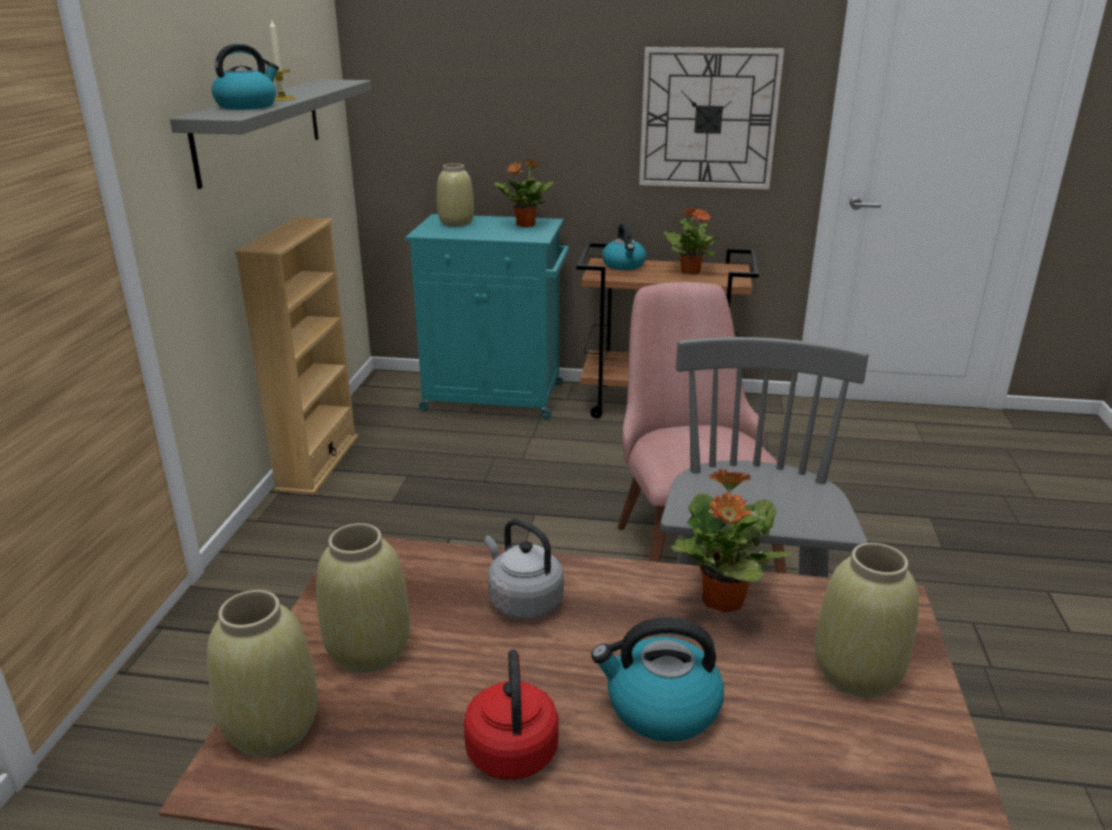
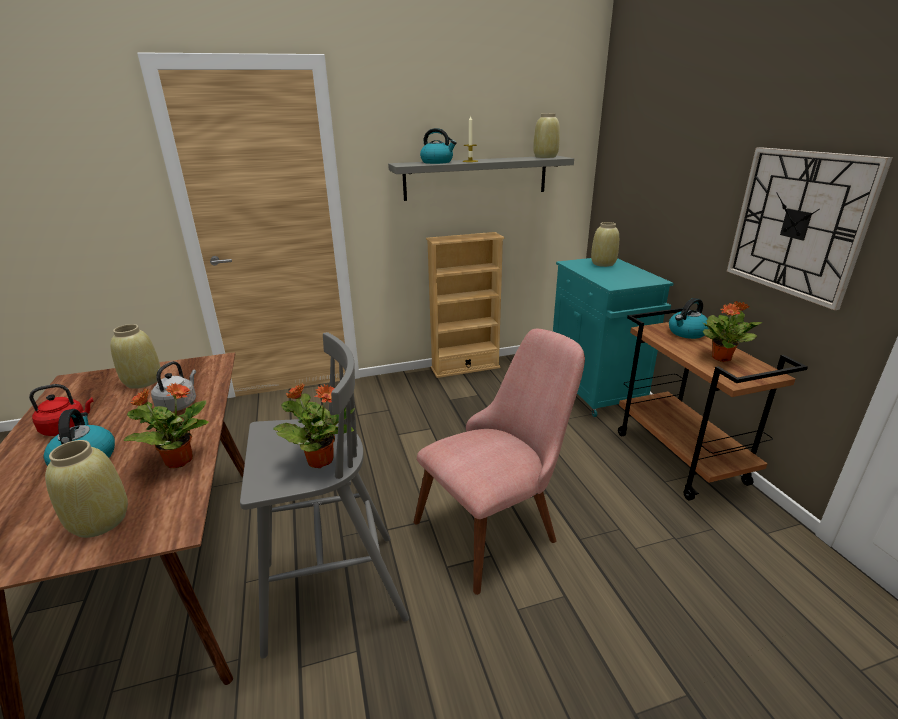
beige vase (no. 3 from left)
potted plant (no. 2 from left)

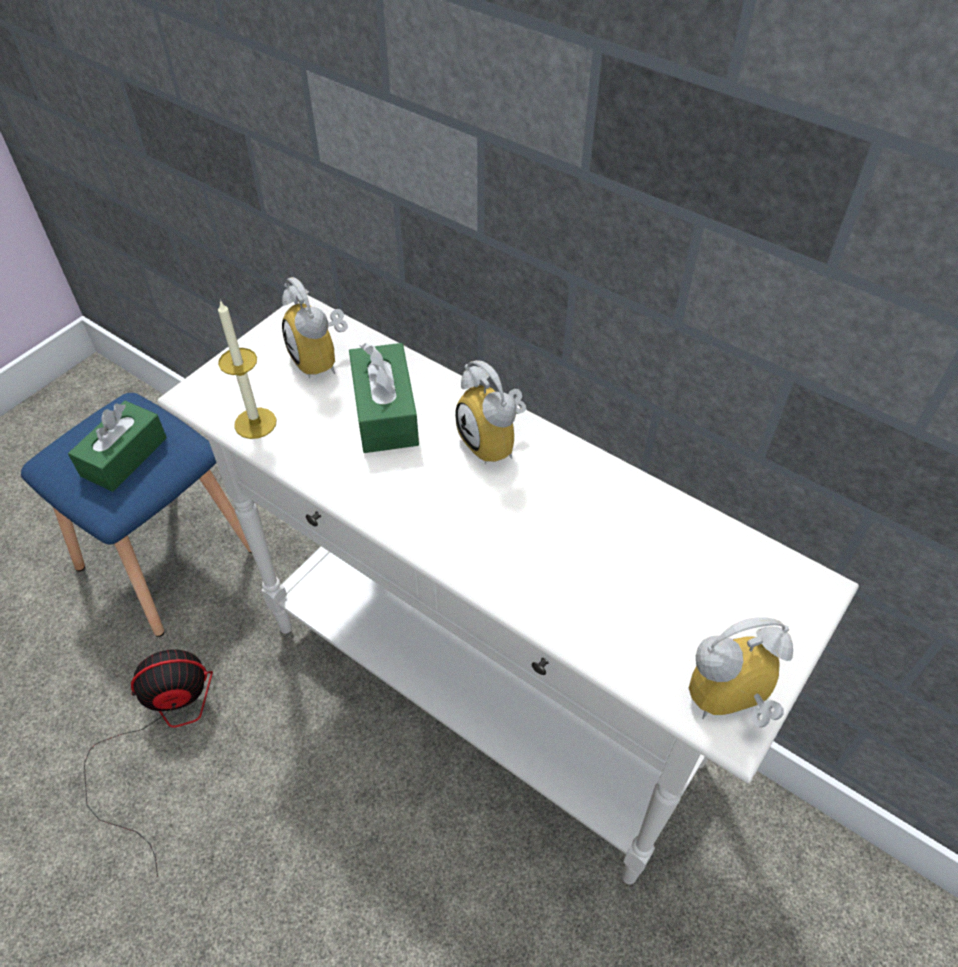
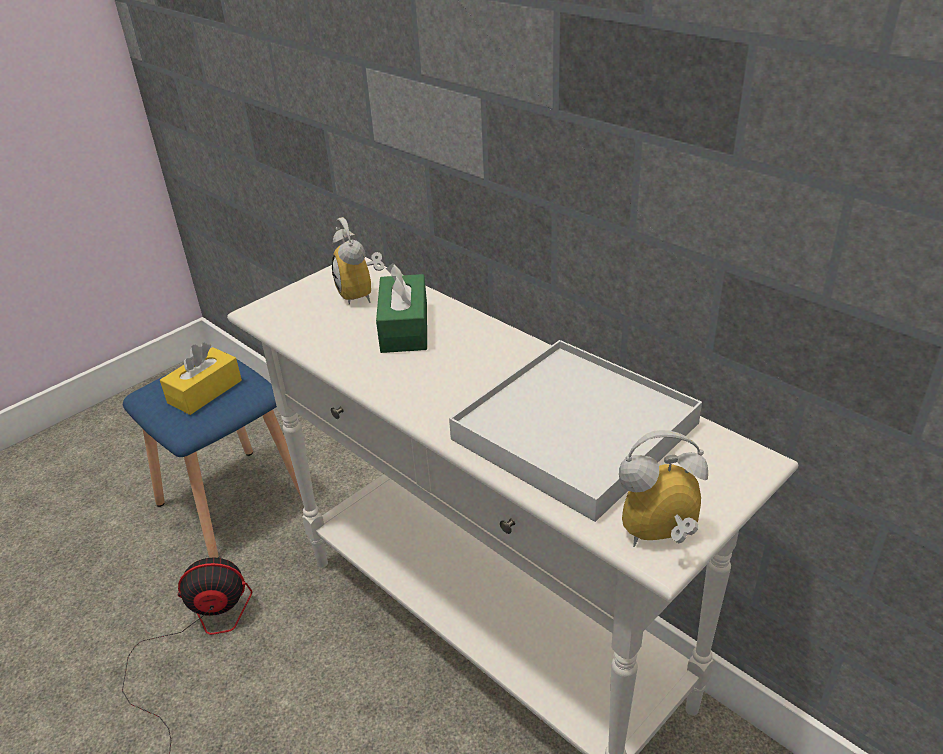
yellow tissue box
candle
alarm clock (no. 2 from left in the first image)
white tray

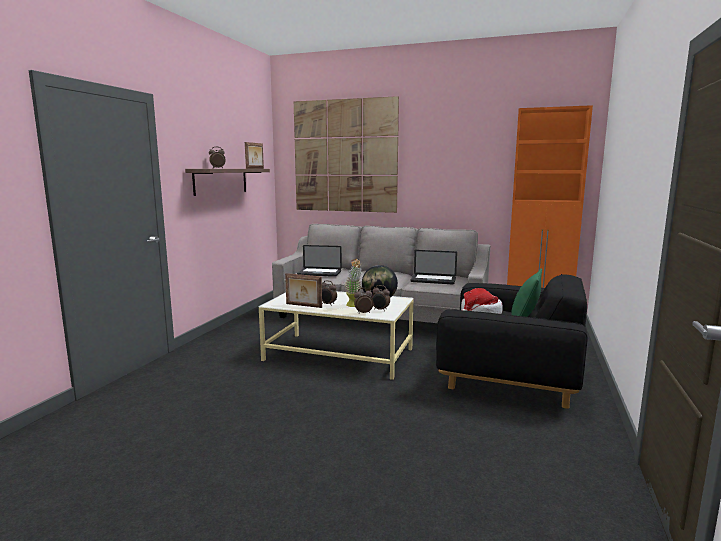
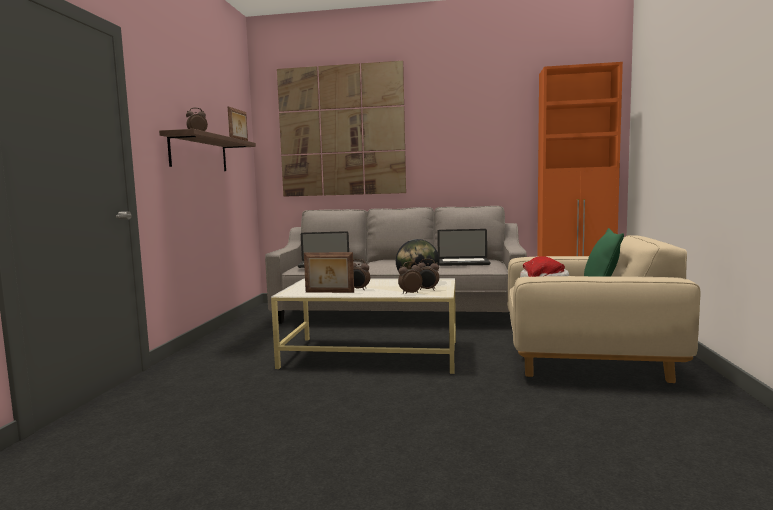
potted plant
beige armchair

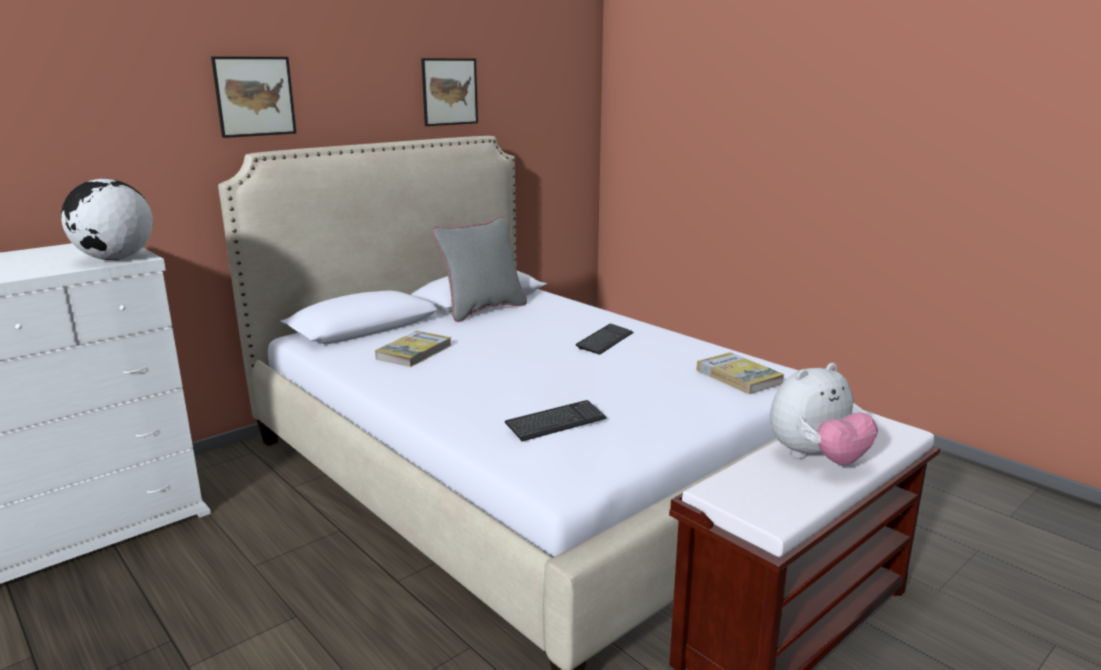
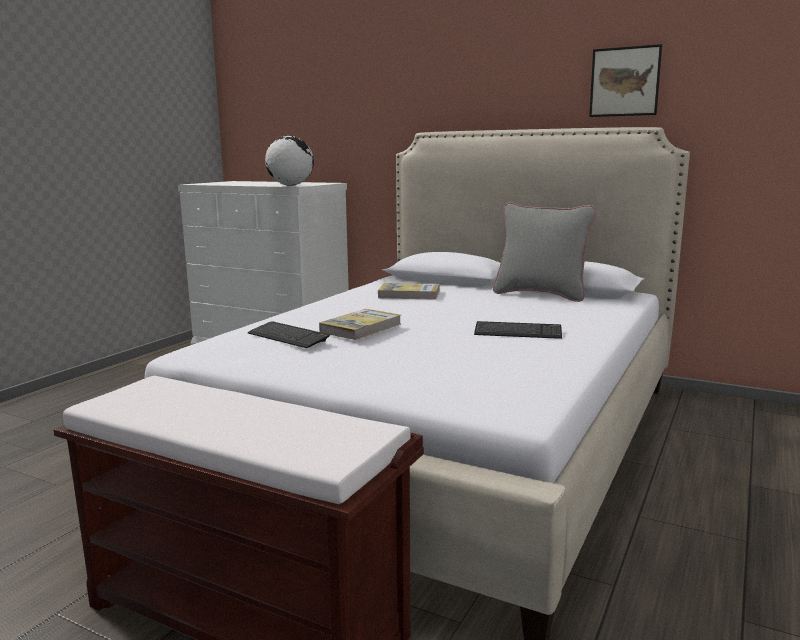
picture (no. 1 from left in the first image)
book (no. 1 from left)
plush toy

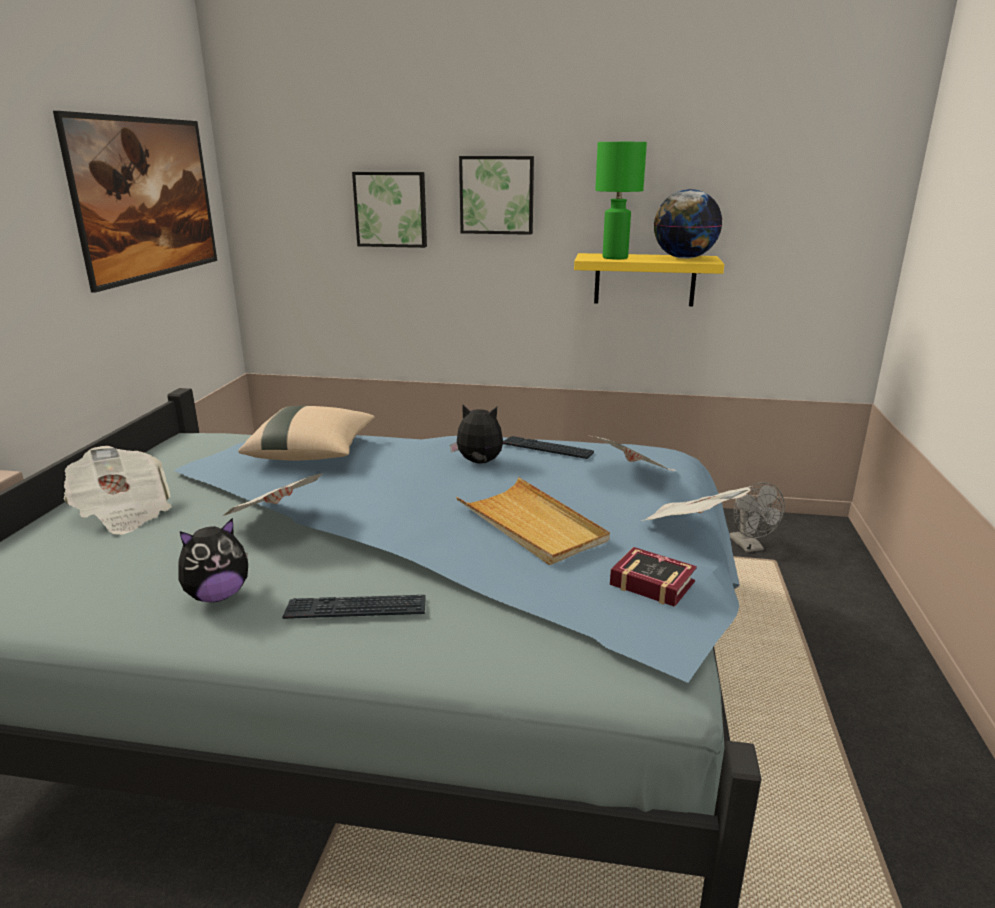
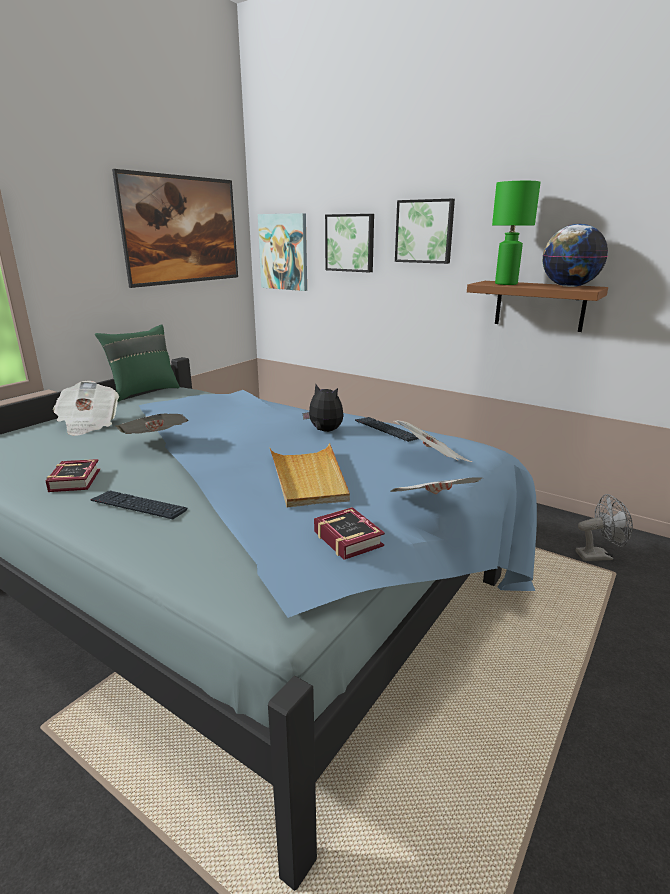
book (no. 1 from left)
beige pillow
brown shelf
grey fan
green pillow
picture (no. 2 from left)

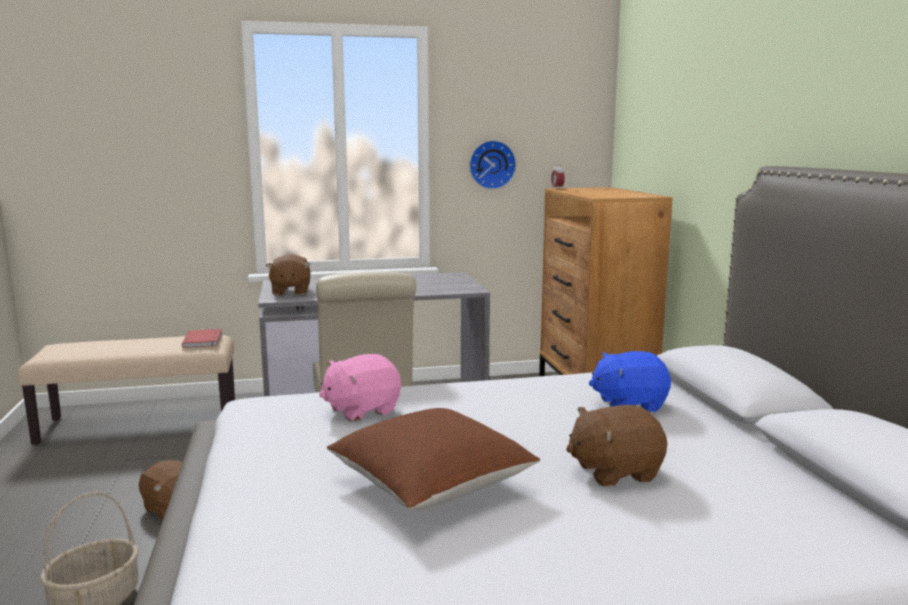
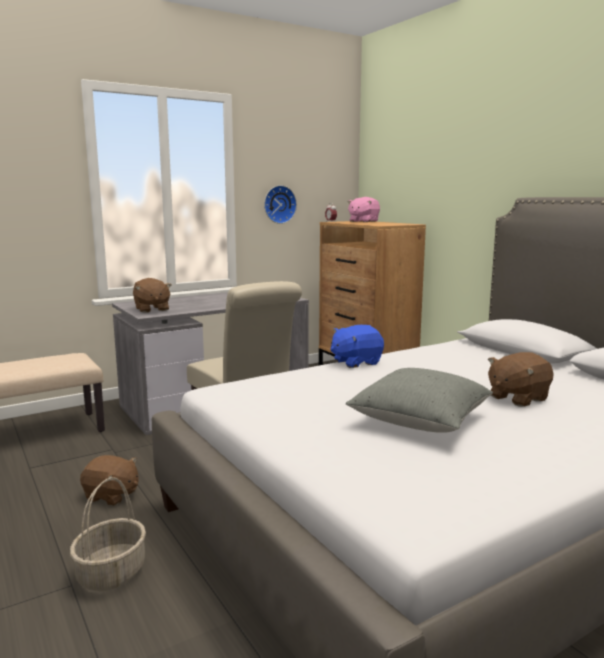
red book
pink plush toy
grey pillow
blue plush toy

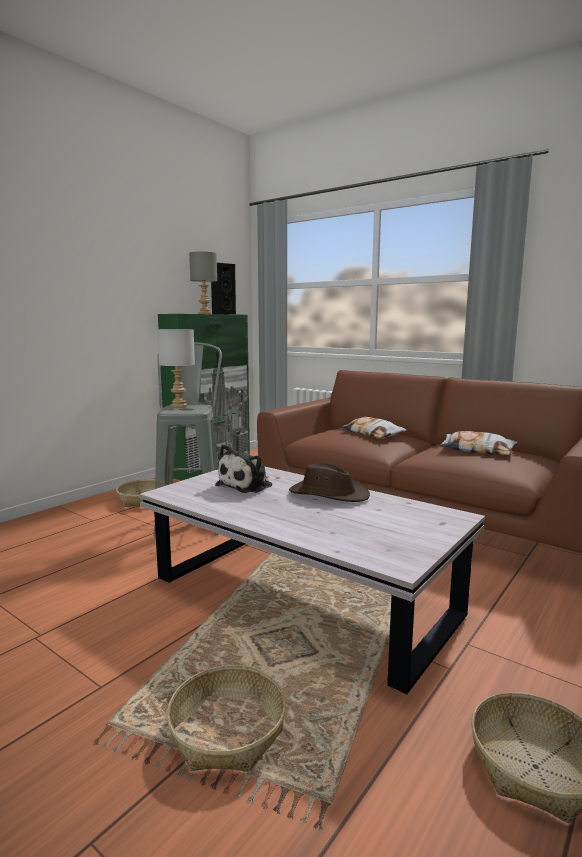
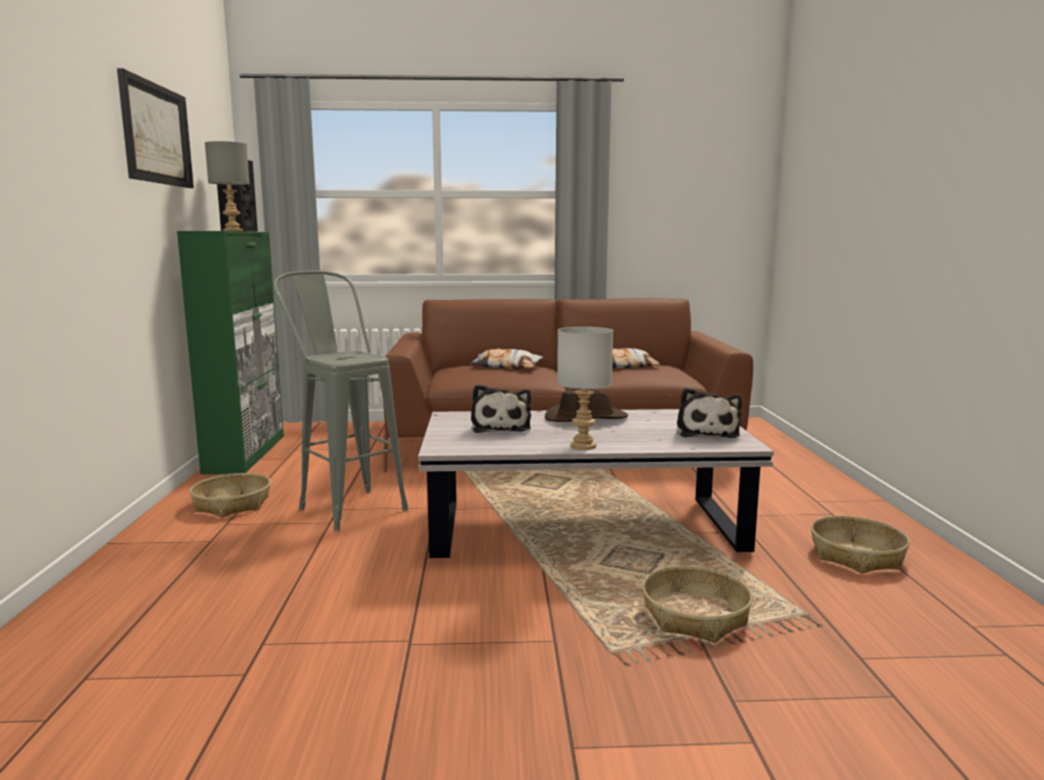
grey table lamp (no. 2 from left)
picture
plush toy (no. 2 from left)

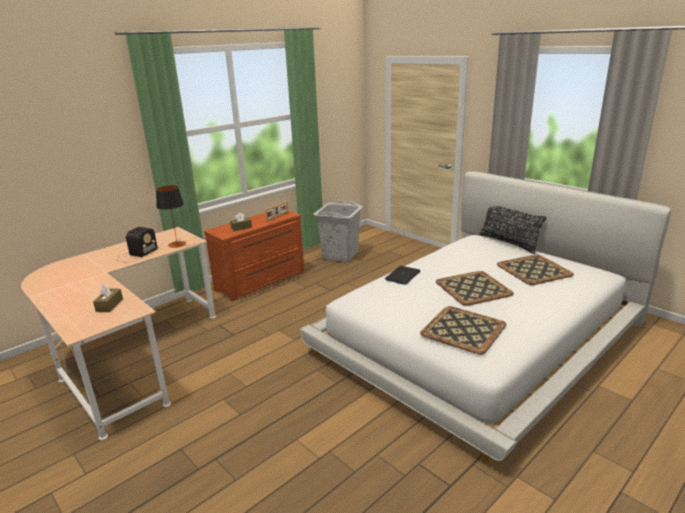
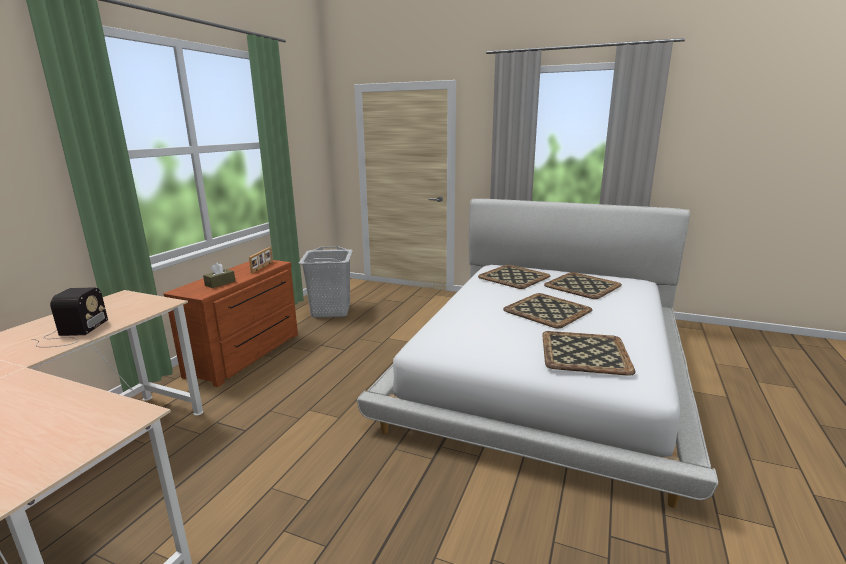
brown tissue box (no. 1 from left in the first image)
table lamp
laptop
black pillow
tray (no. 1 from left)

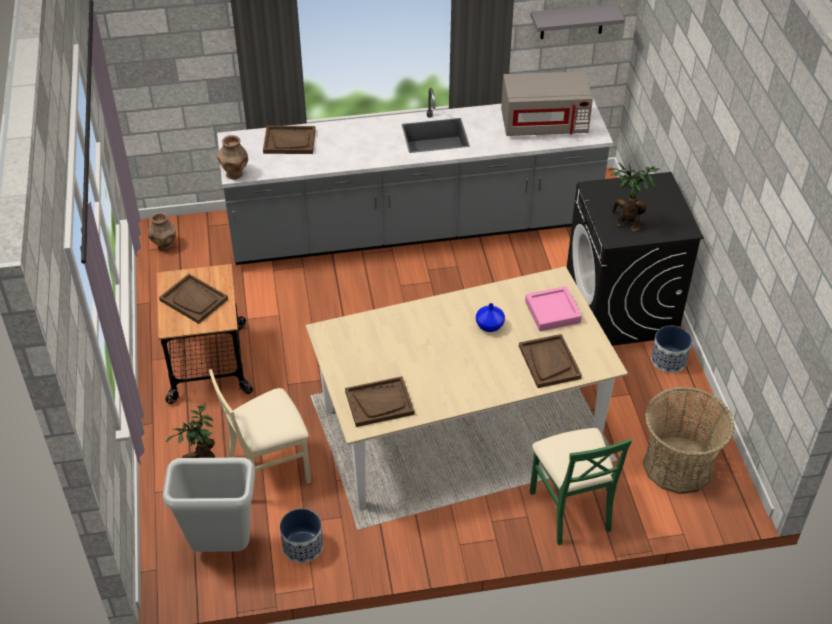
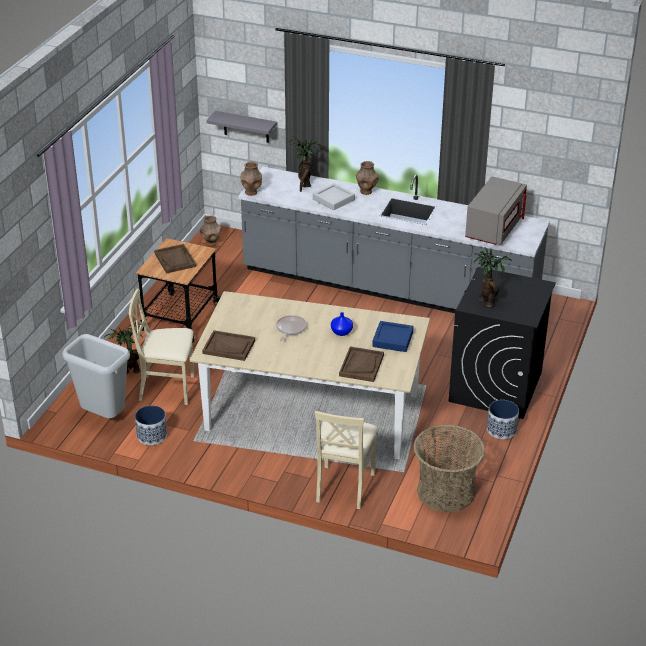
potted plant (no. 2 from left)
grey microwave
blue tray
grey shelf
beige chair (no. 2 from left)
frying pan
grey tray
brown vase (no. 3 from left)

